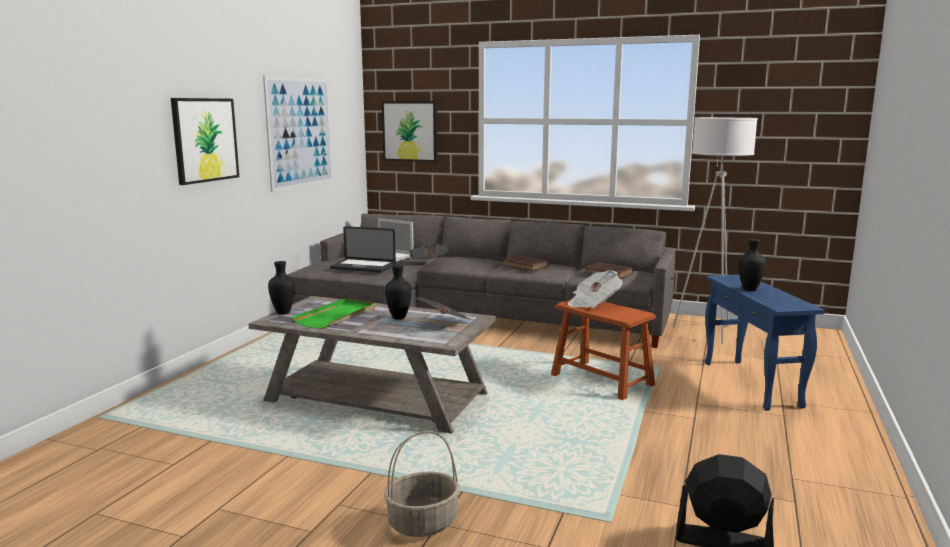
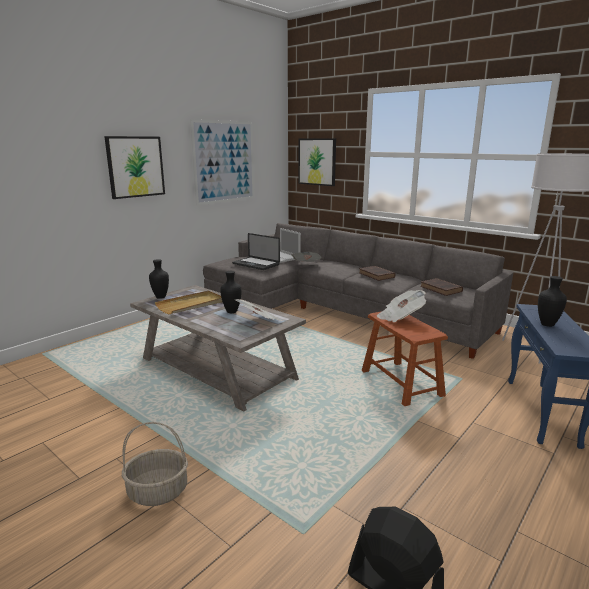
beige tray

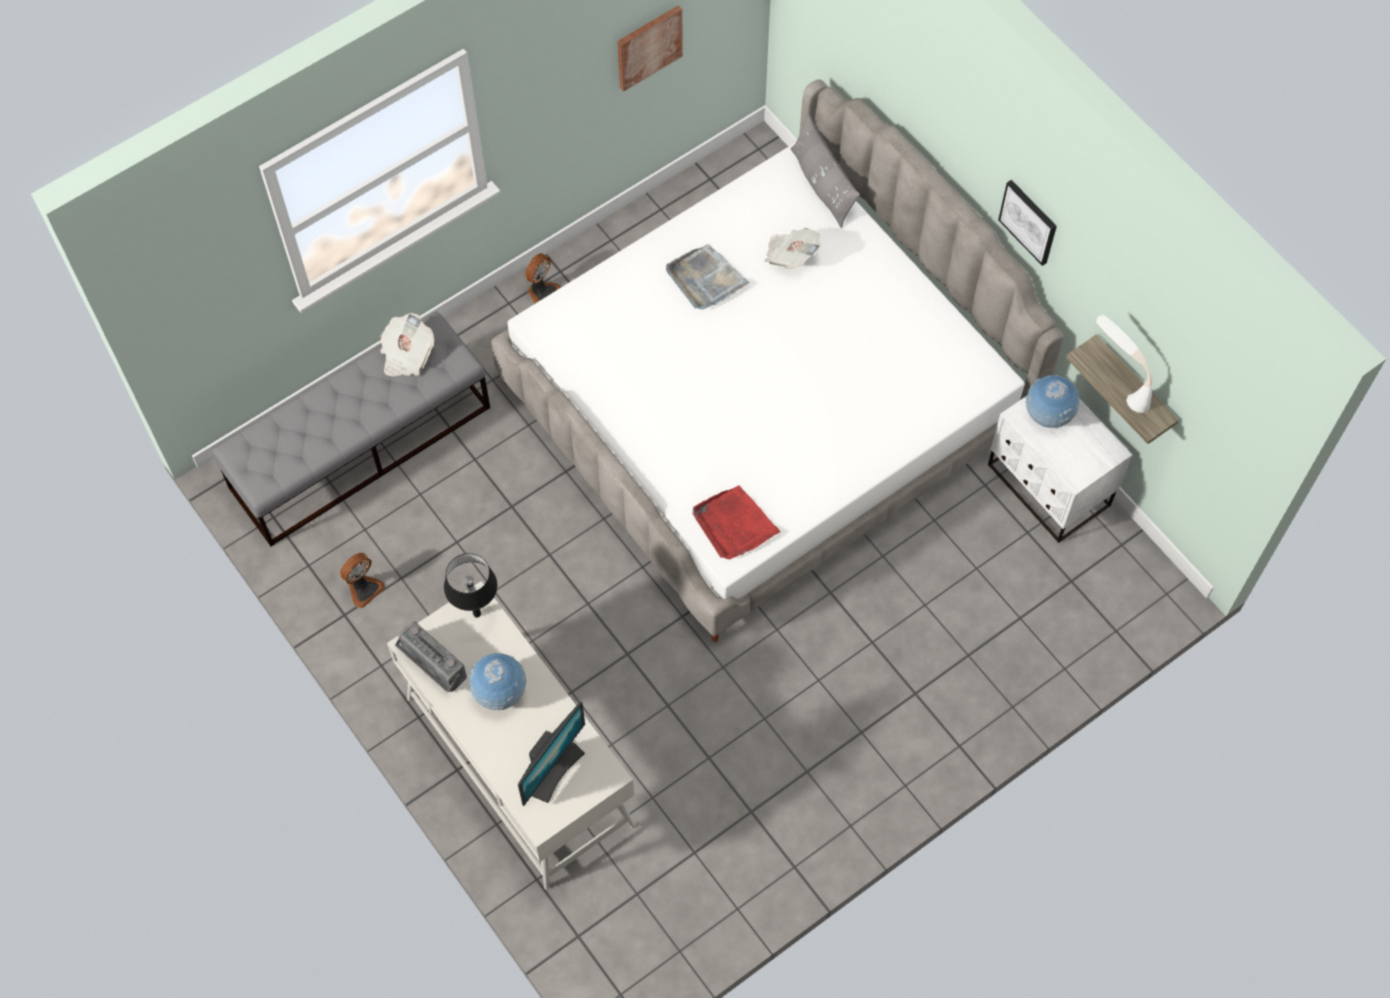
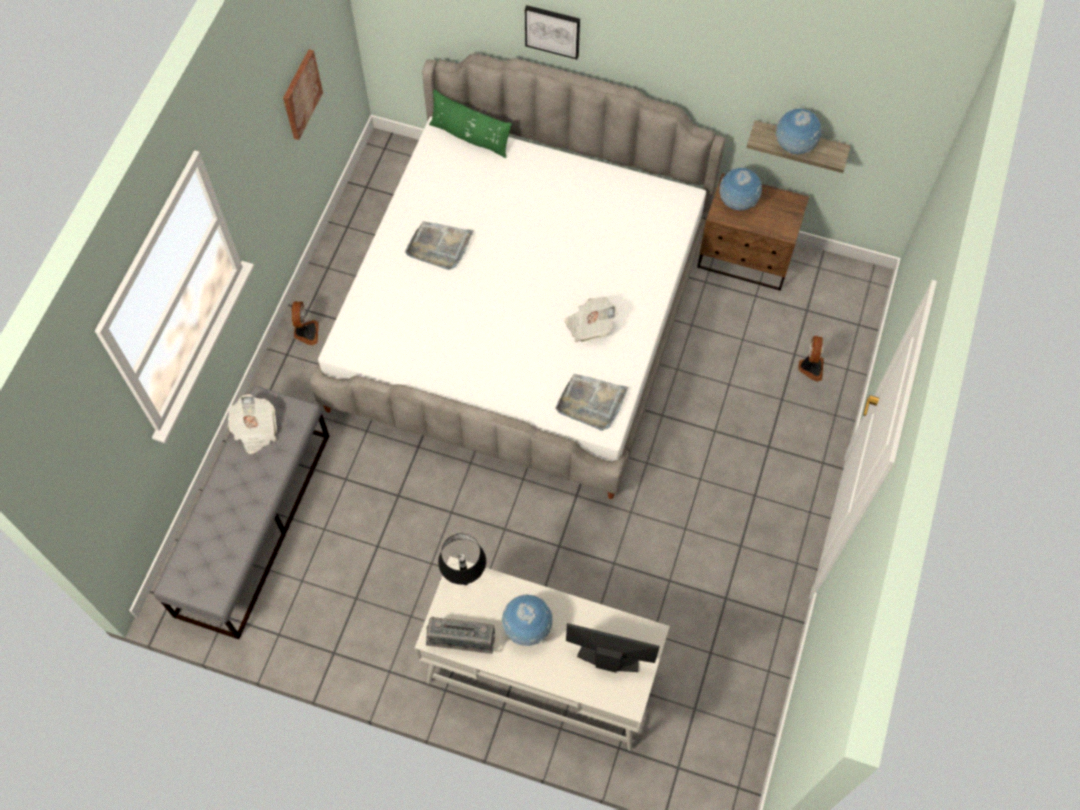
fan (no. 2 from left)
monitor
grey tray (no. 2 from left)
newspaper (no. 2 from left)
green pillow
brown nightstand
picture (no. 2 from left)
globe (no. 3 from left)

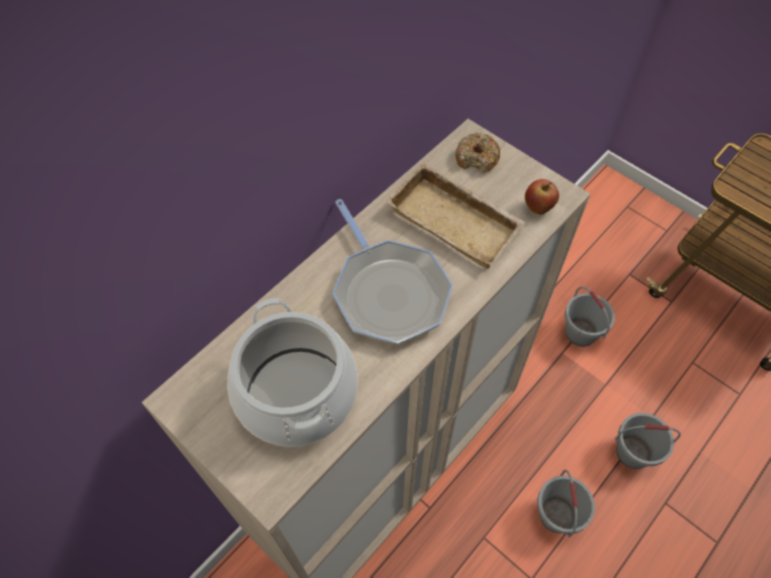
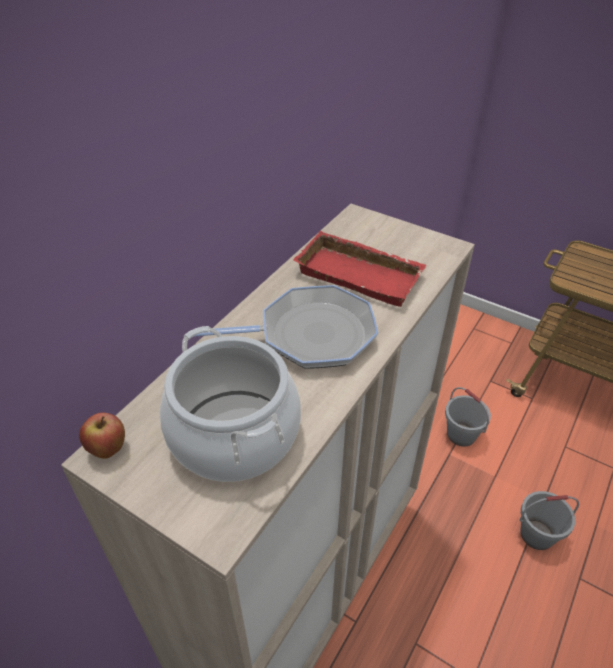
frying pan
red tray
donut
apple
grey bucket (no. 1 from left in the first image)

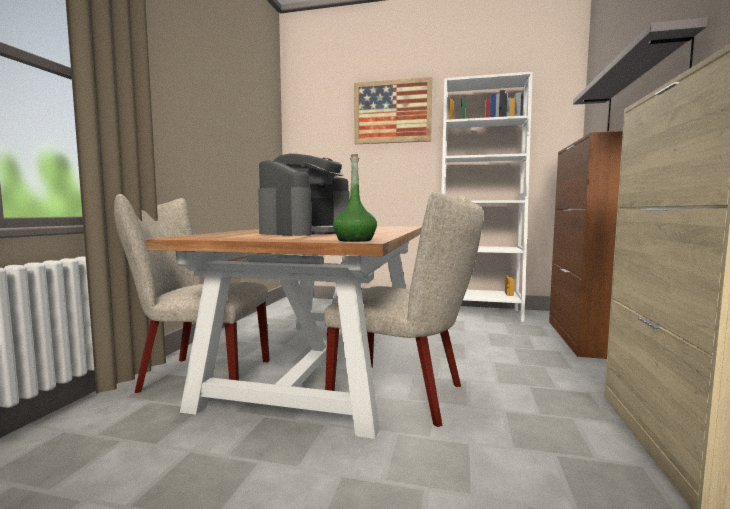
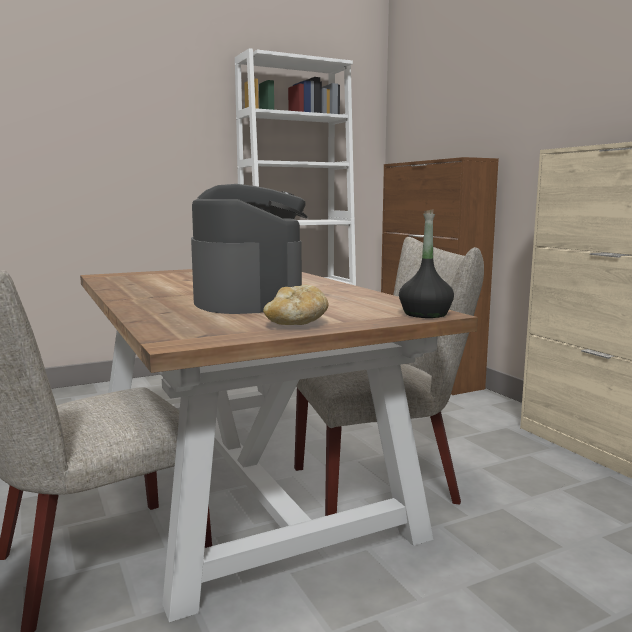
black bottle
picture
grey shelf
bread

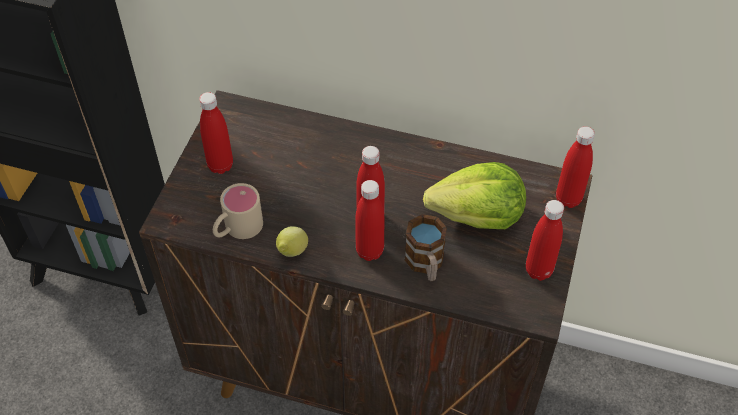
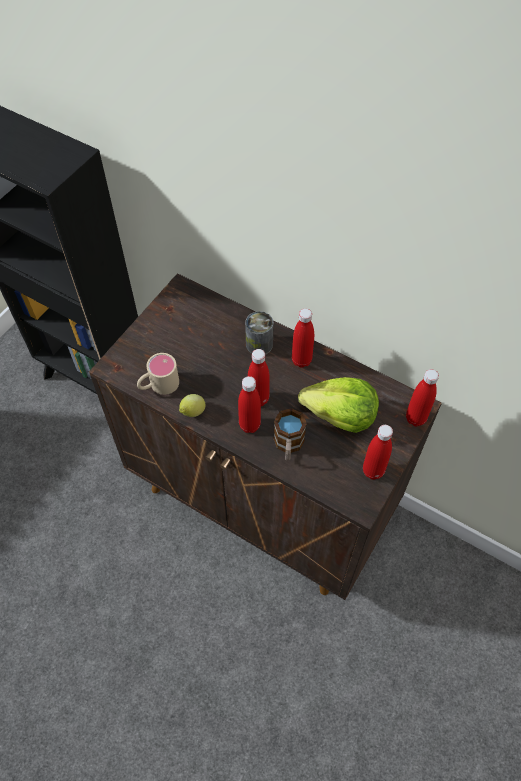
red bottle (no. 3 from left)
can

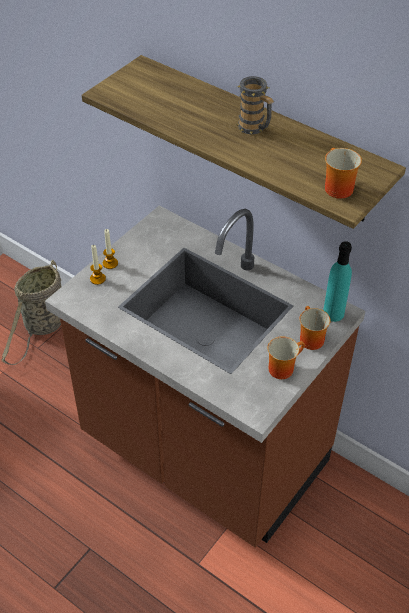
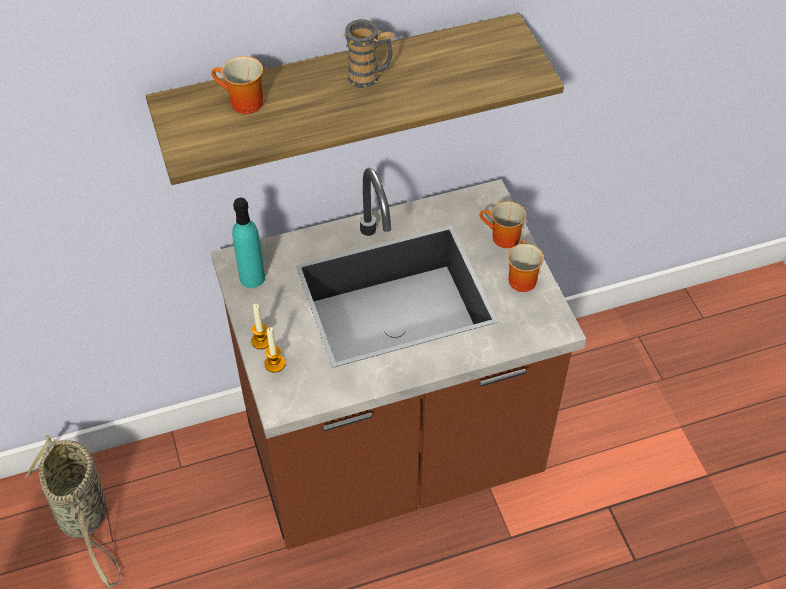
turquoise bottle
mug (no. 1 from left)

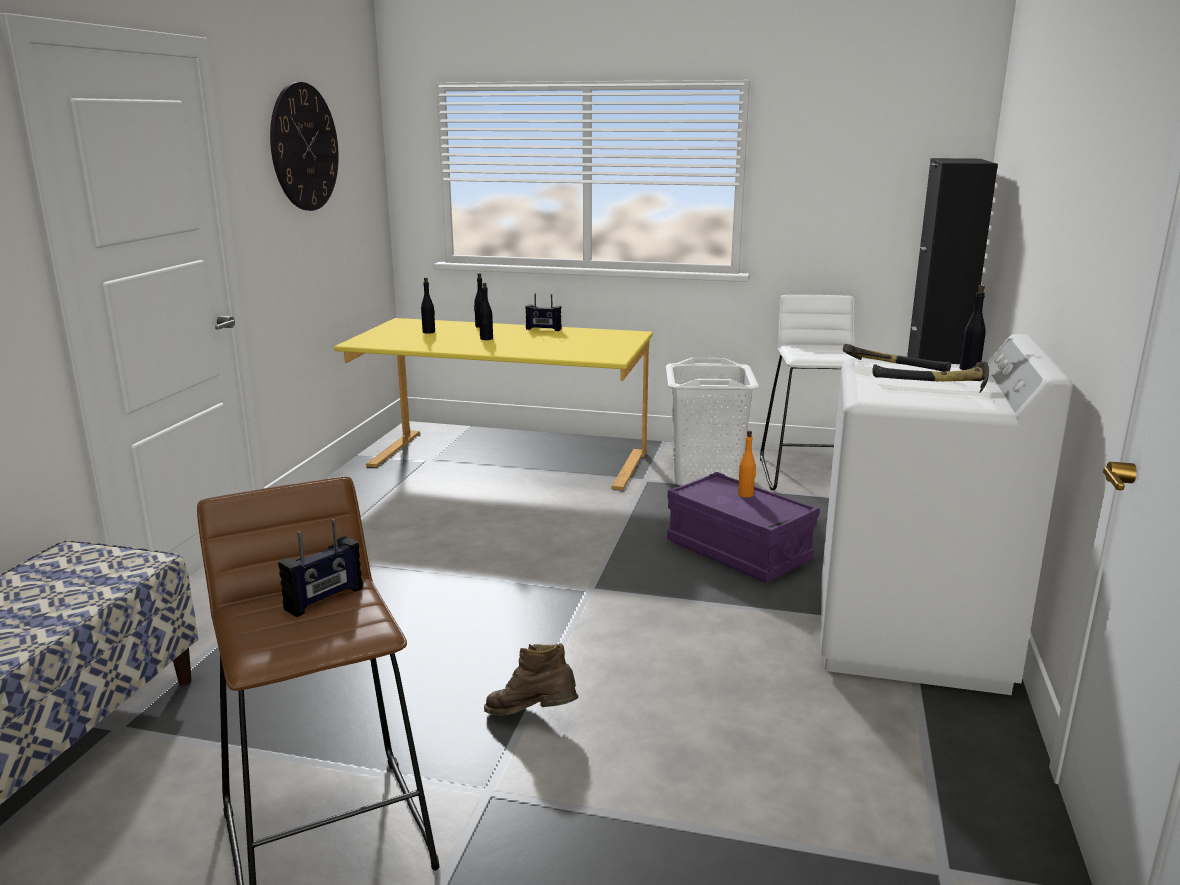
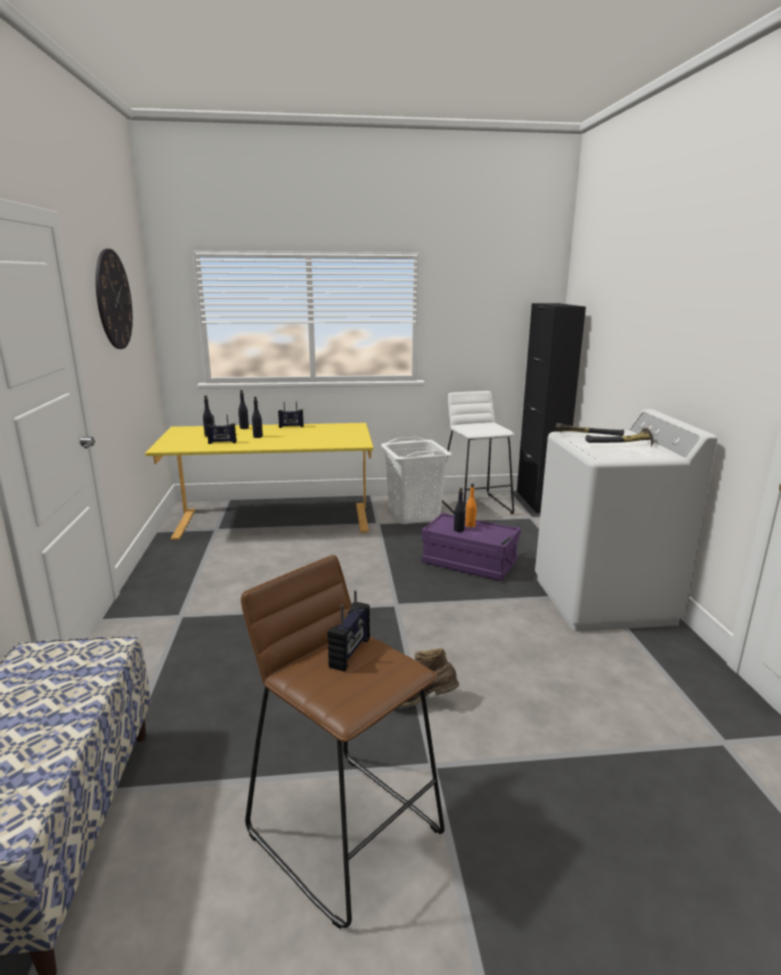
black bottle (no. 4 from left)
radio (no. 1 from left)

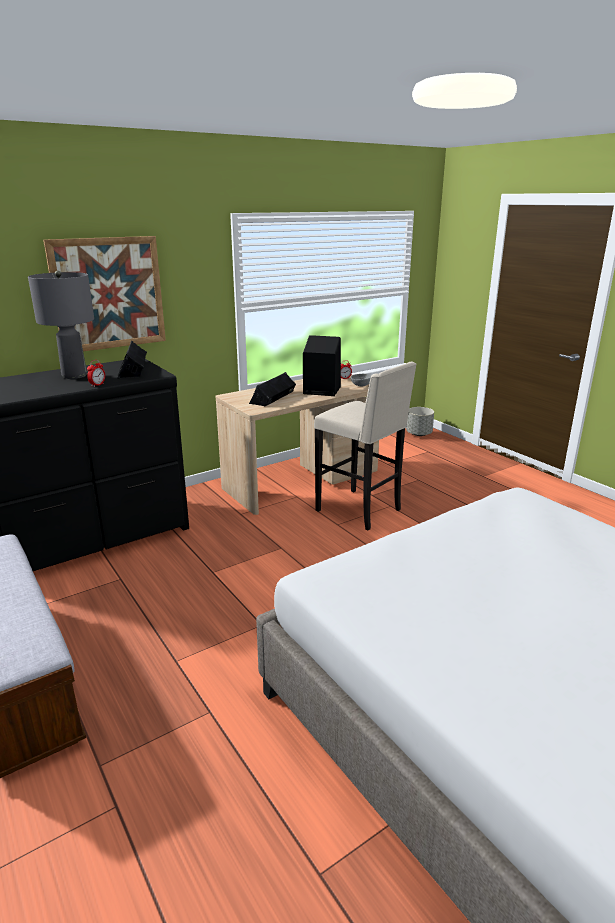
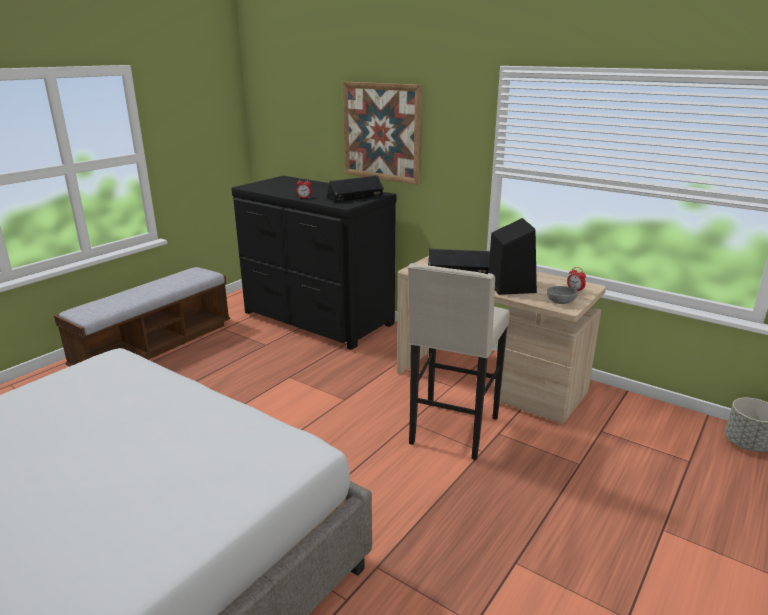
grey table lamp

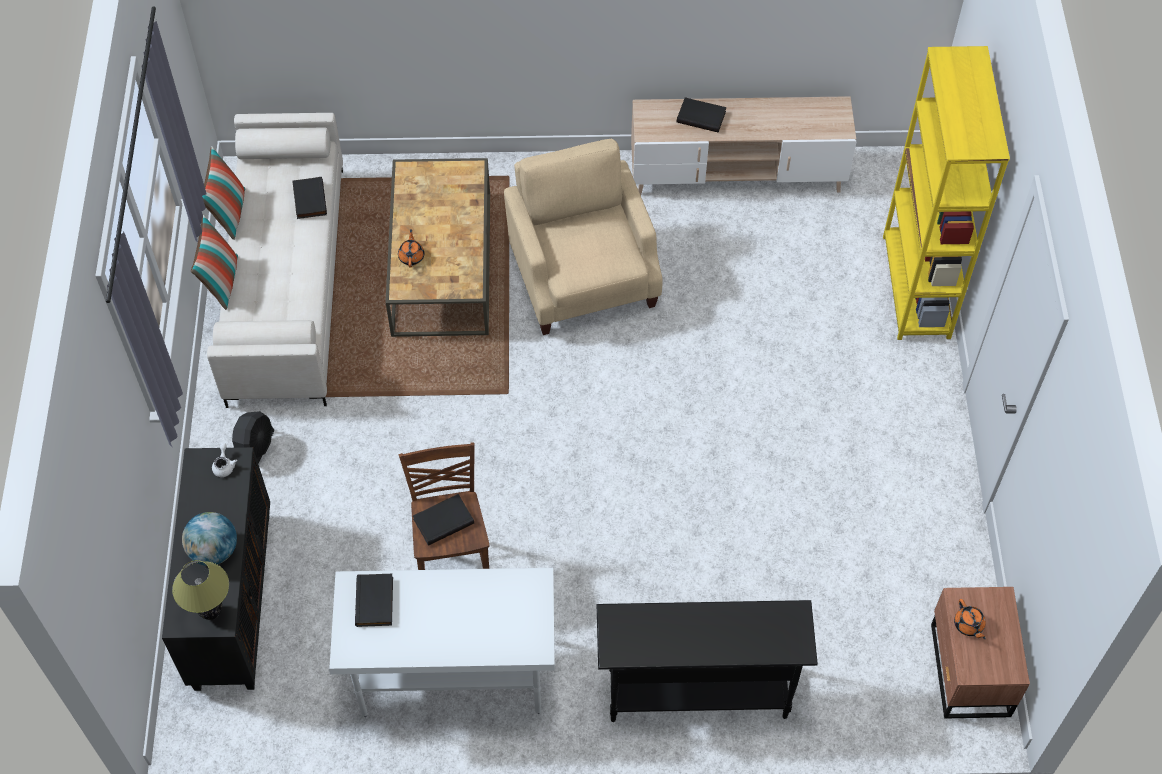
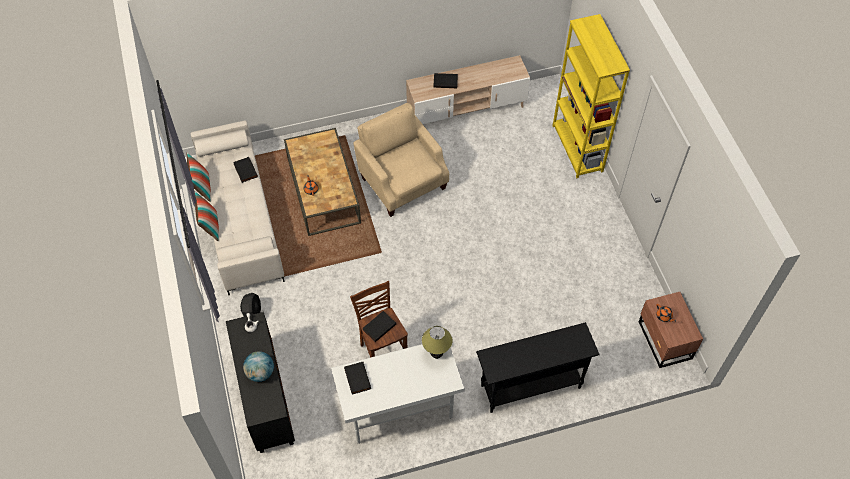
table lamp

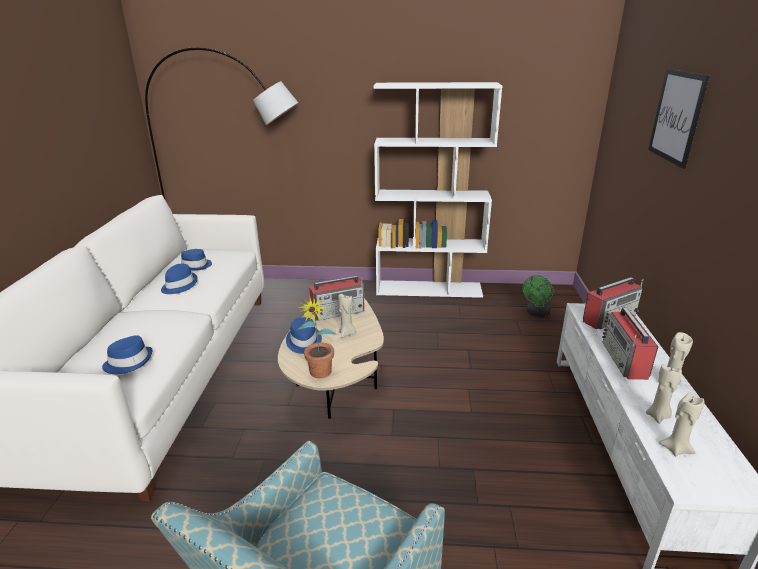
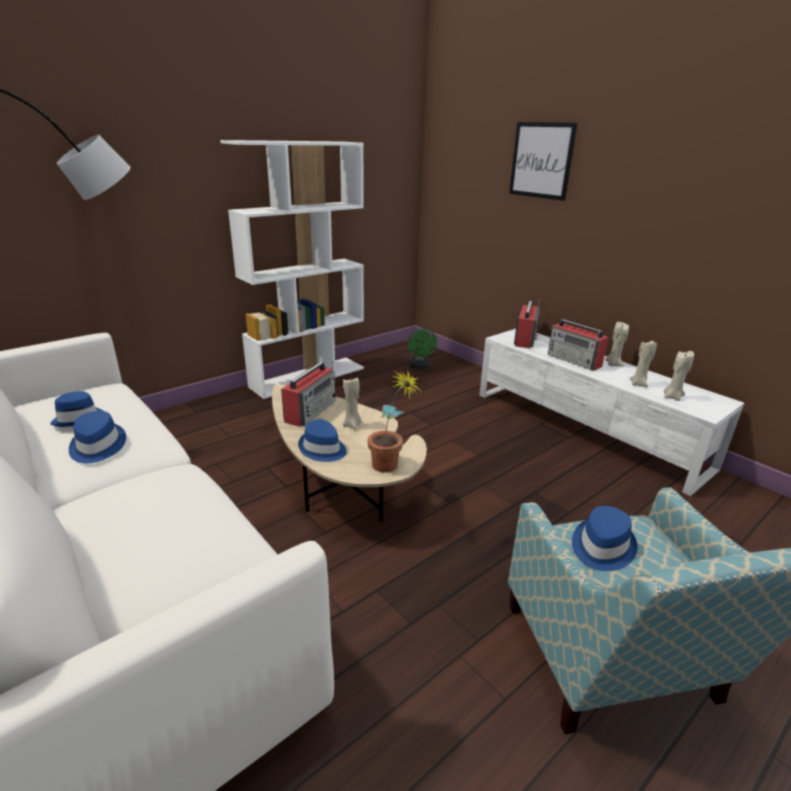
blue hat (no. 4 from left)

